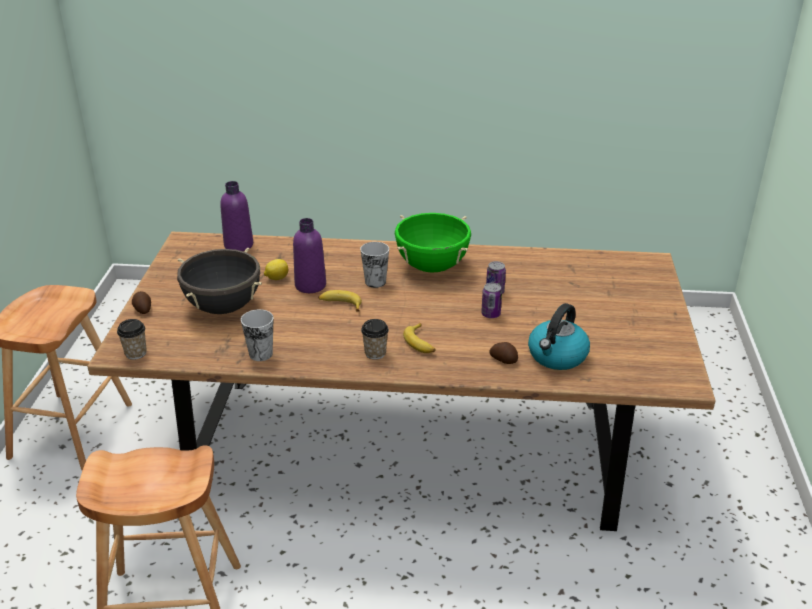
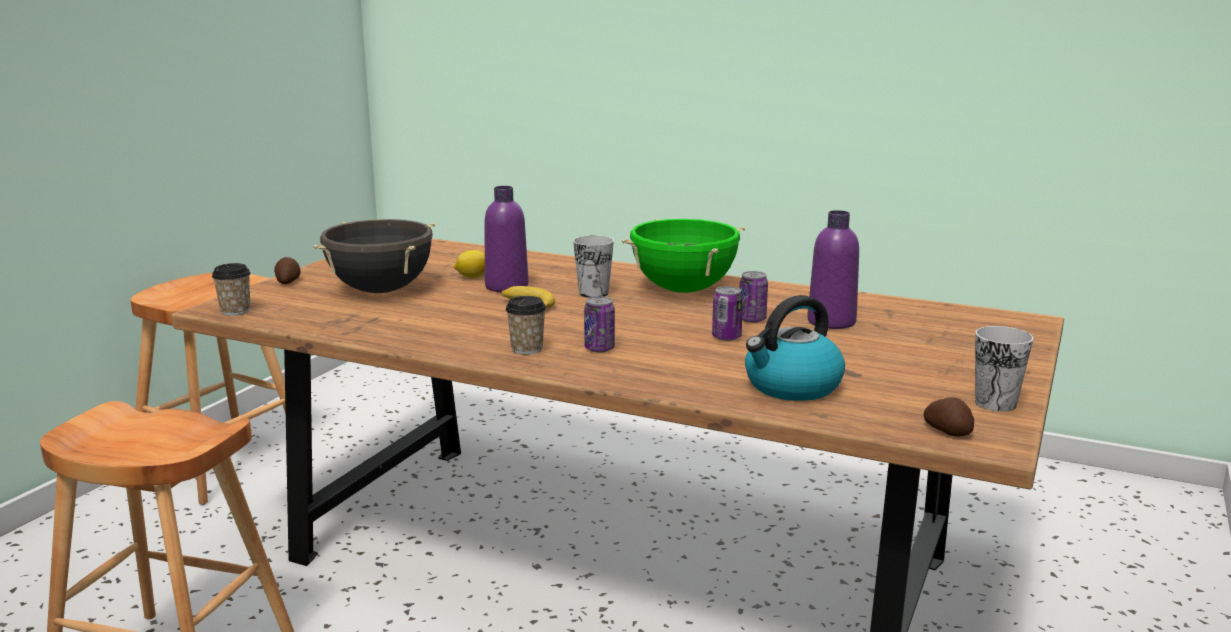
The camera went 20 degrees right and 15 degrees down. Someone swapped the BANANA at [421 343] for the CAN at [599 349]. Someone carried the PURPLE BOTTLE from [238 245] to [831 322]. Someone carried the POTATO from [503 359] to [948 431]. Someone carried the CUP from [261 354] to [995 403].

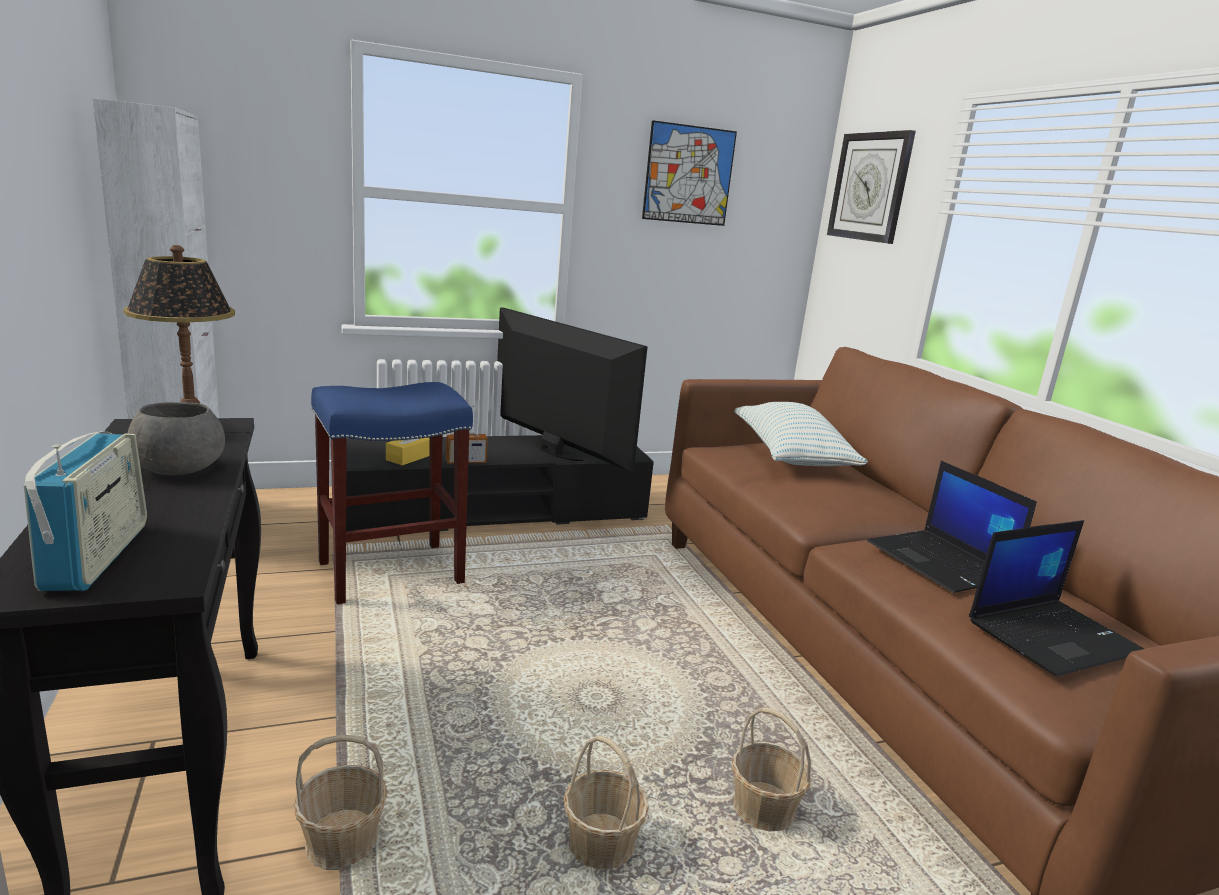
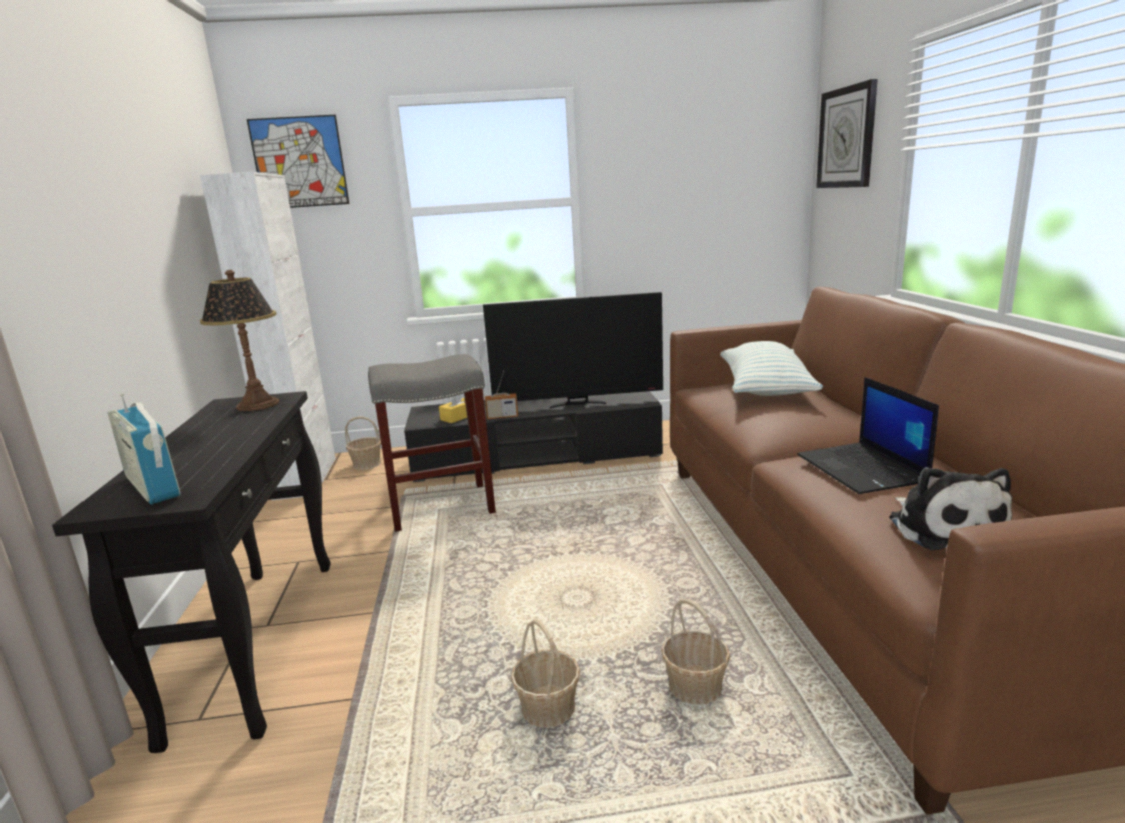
The camera went 15 degrees right and 0 degrees up. Someone rotated the RADIO at [97 556] by 135 degrees clockwise. Someone carried the PICTURE from [688 175] to [299 162]. Someone carried the BASKET from [343 841] to [367 464]. Someone repainted the BLUE STOOL at [392 571], which became the GREY STOOL at [443 506]. Someone rotated the TELEVISION at [554 452] by 120 degrees clockwise. Someone swapped the LAPTOP at [1053 636] for the PLUSH TOY at [943 527]. Someone took away the GREY BOWL at [177 468].

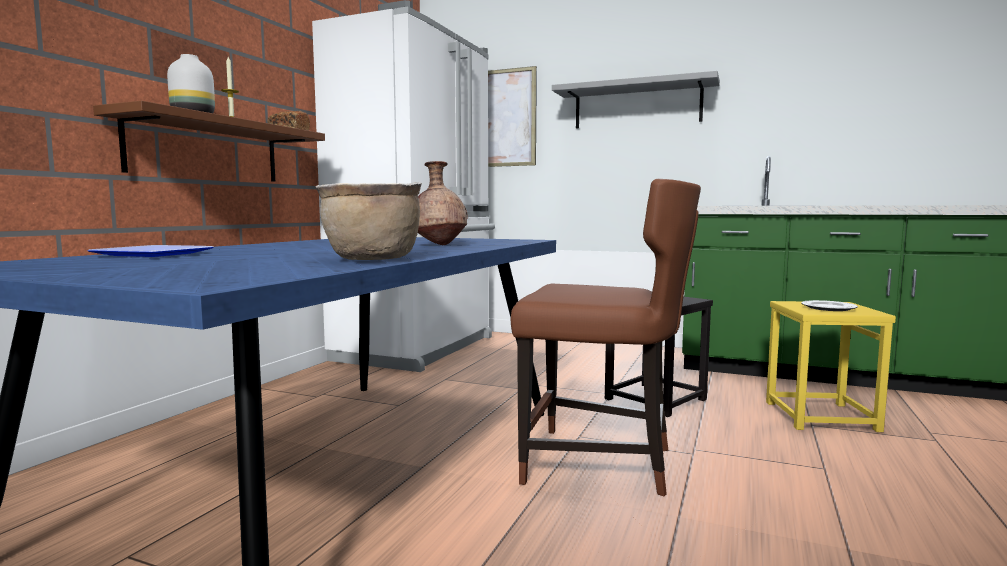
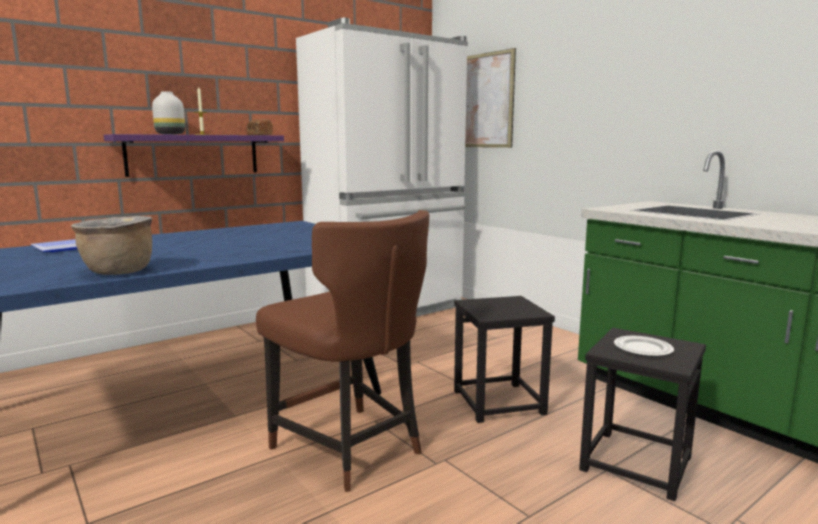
The camera went 30 degrees right and 5 degrees up. Someone repainted the BROWN SHELF at [206 150], which became the PURPLE SHELF at [193 155]. Someone repainted the YELLOW STOOL at [819 416], which became the BLACK STOOL at [635 463]. Someone took away the BROWN VASE at [440 245]. Someone took away the GREY SHELF at [637 105].

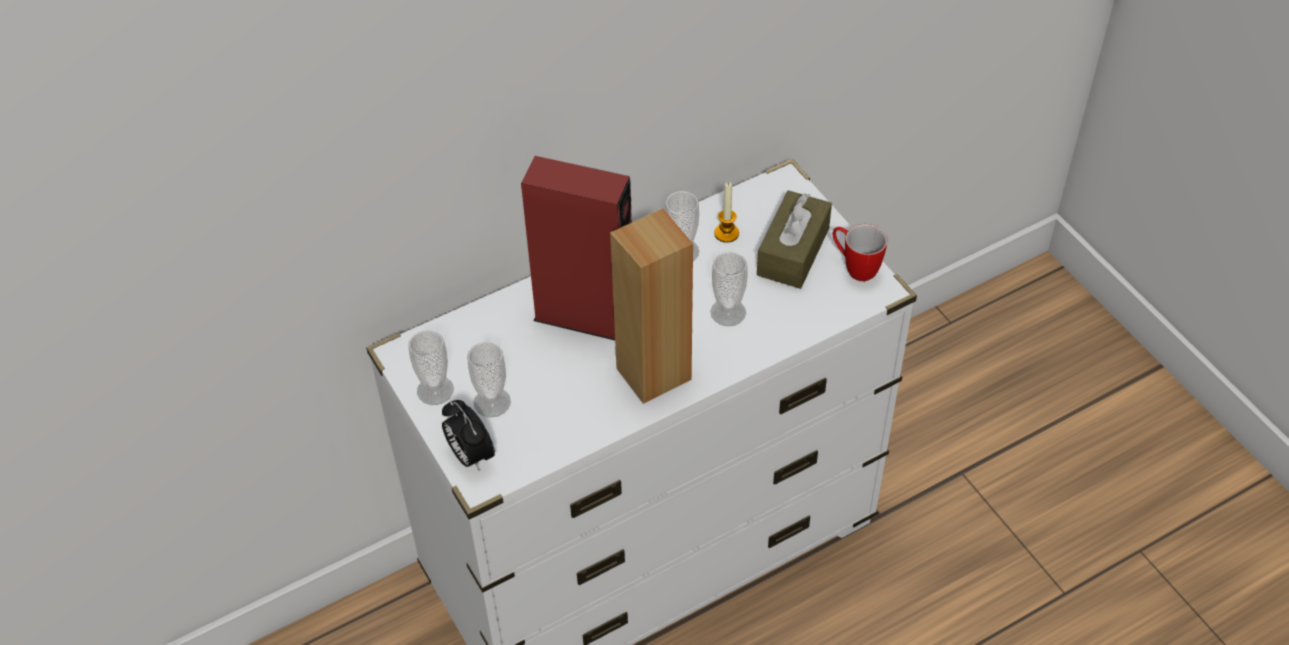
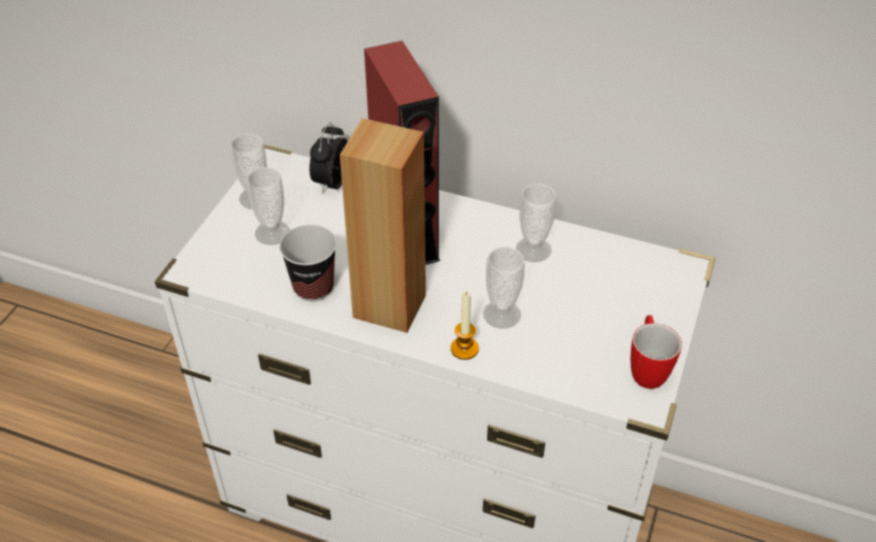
The camera went 50 degrees right and 5 degrees down. Someone put down the CUP at [313 287]. Someone carried the ALARM CLOCK from [470 455] to [331 182]. Someone carried the CANDLE from [726 233] to [464 349]. Someone took away the BROWN TISSUE BOX at [793 251].

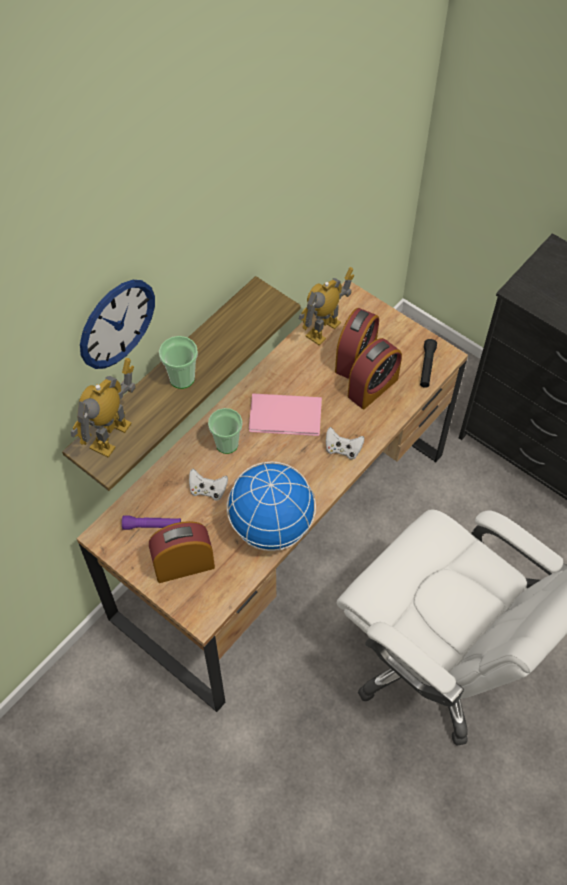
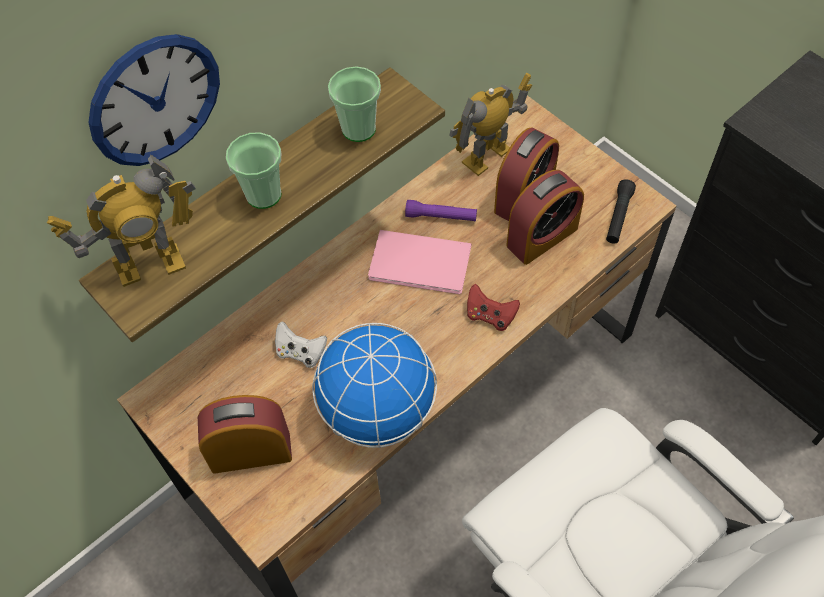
The camera went 10 degrees right and 0 degrees up. Someone rotated the TOY ROBOT at [112 436] by 150 degrees counterclockwise. Someone carried the CUP from [227 444] to [359 129]. Someone carried the PURPLE FLASHLIGHT from [152 526] to [441 216]. Someone repainted the WHITE GAME CONTROLLER at [343 449], which became the RED GAME CONTROLLER at [490 316].

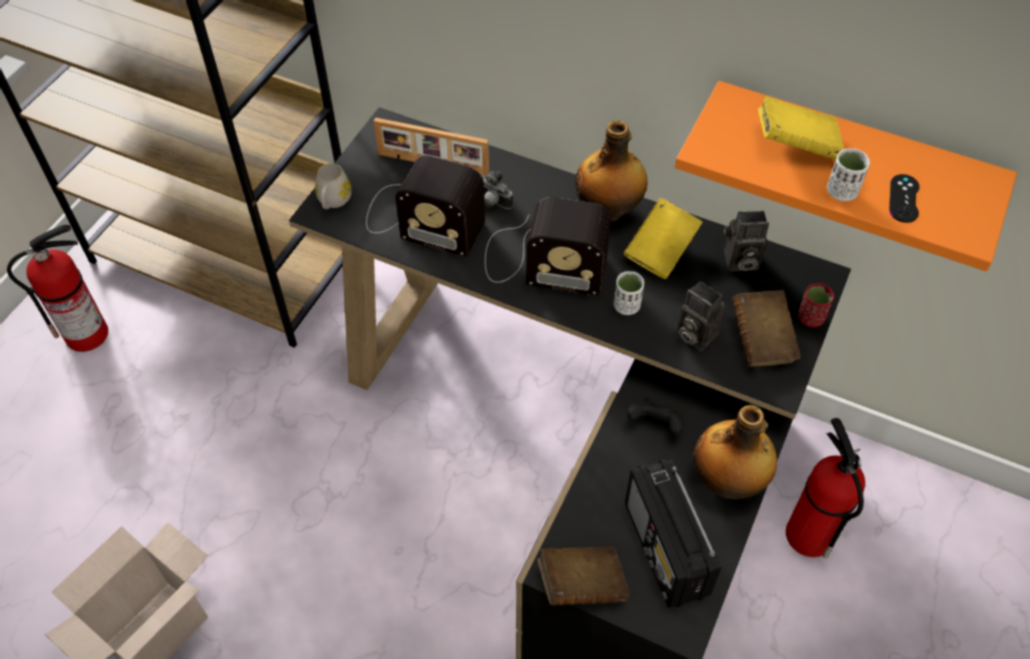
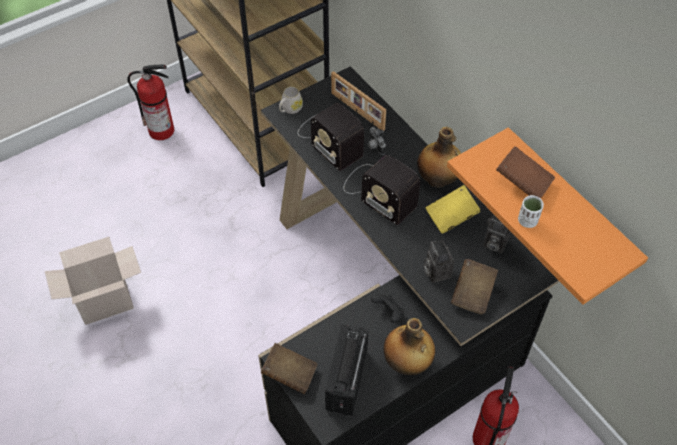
The camera went 30 degrees right and 0 degrees up. Someone repainted the YELLOW BOOK at [795 145], which became the BROWN BOOK at [522 183]. Someone took away the WHITE CUP at [626 306]. Someone took away the RED CUP at [810 318]. Someone took away the BLACK GAME CONTROLLER at [904 198].

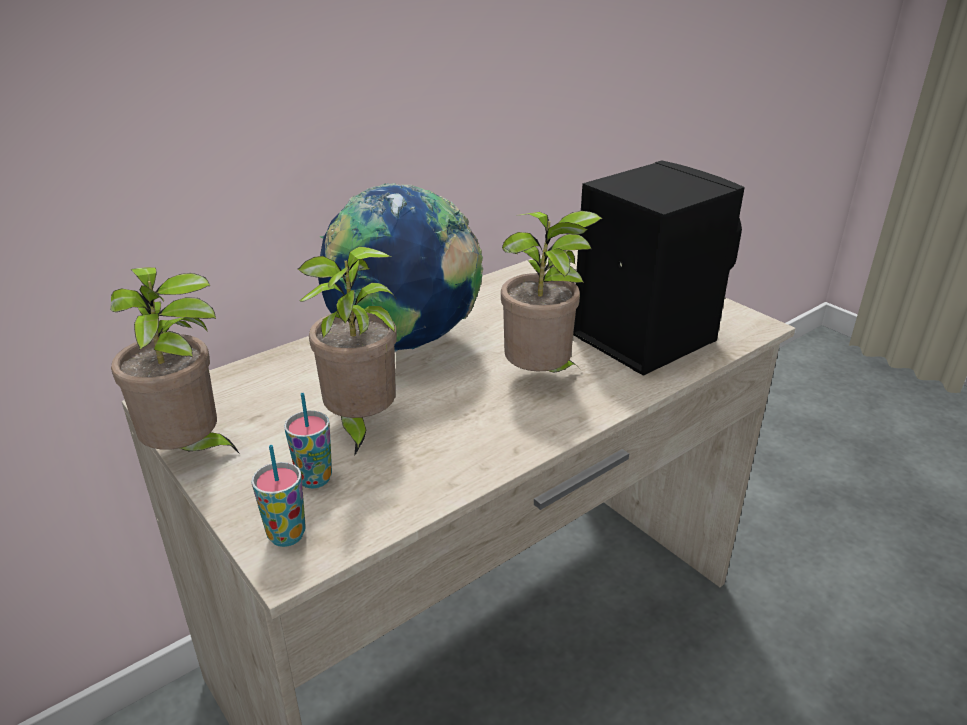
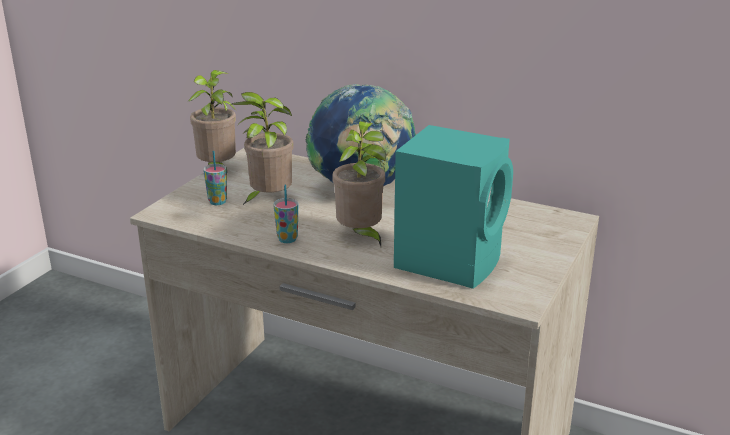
The camera went 65 degrees right and 5 degrees down. Someone carried the CUP from [286 535] to [287 239]. Someone repainted the BLACK SPEAKER at [641 336], which became the TURQUOISE SPEAKER at [450 260].

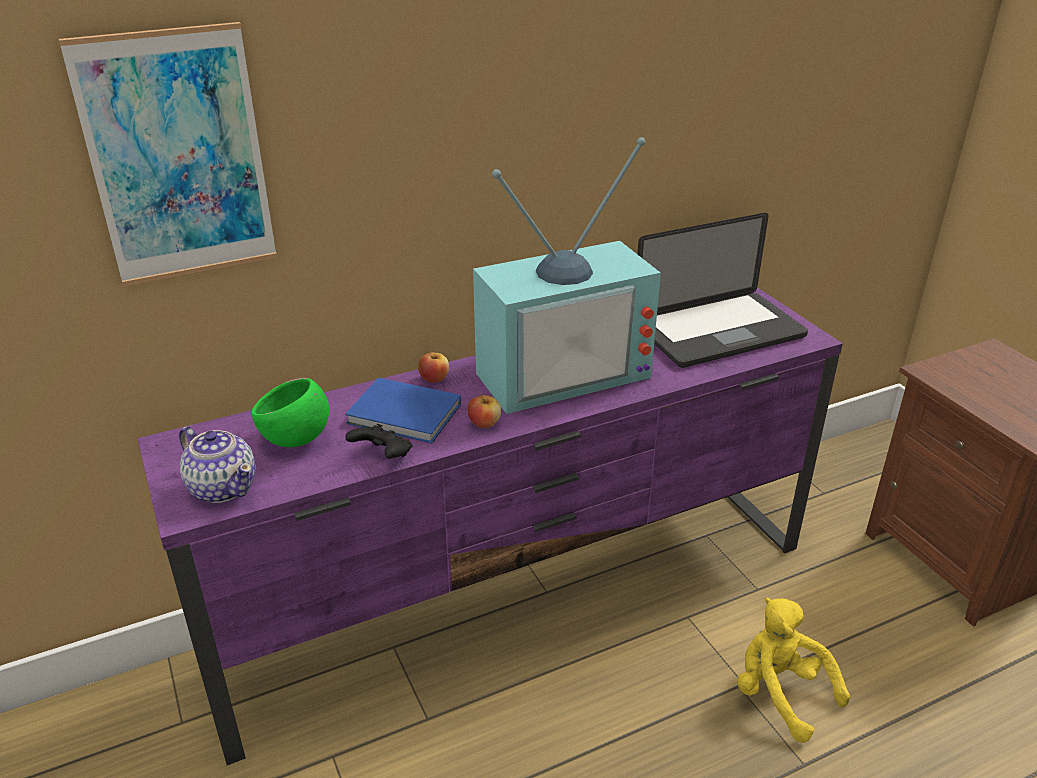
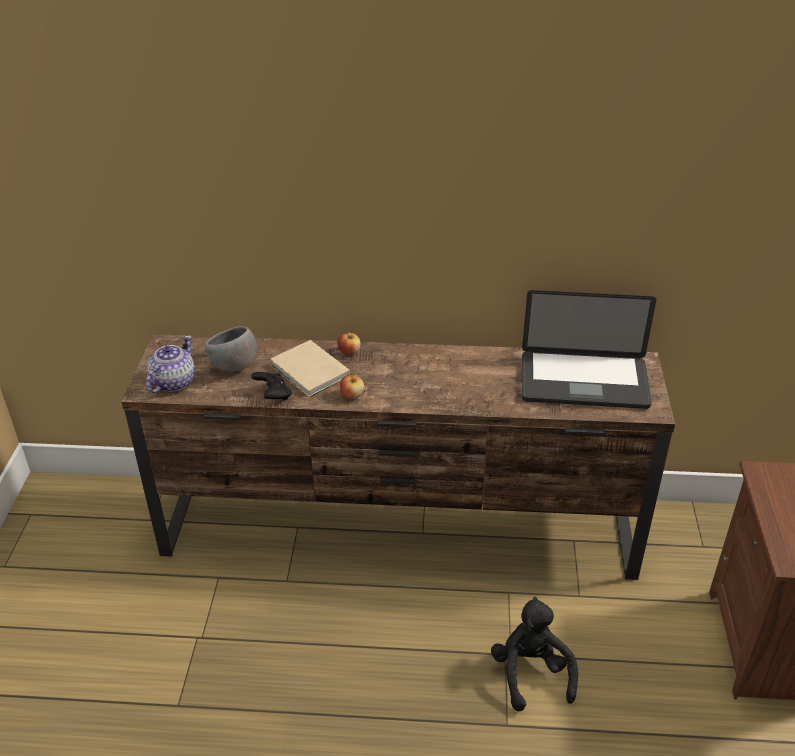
The camera went 30 degrees right and 5 degrees up. Someone repainted the PURPLE TV STAND at [520 599], which became the BROWN TV STAND at [400 530]. Someone rotated the TEAPOT at [223 487] by 135 degrees counterclockwise. Someone repainted the GREEN BOWL at [296 440], which became the GREY BOWL at [234 366]. Someone repainted the BLUE BOOK at [406 415], which became the BEIGE BOOK at [310 372]. Someone repainted the YELLOW PLUSH TOY at [780 693], which became the BLACK PLUSH TOY at [531 673]. Someone took away the PICTURE at [178 158]. Someone took away the TELEVISION at [561 370].

